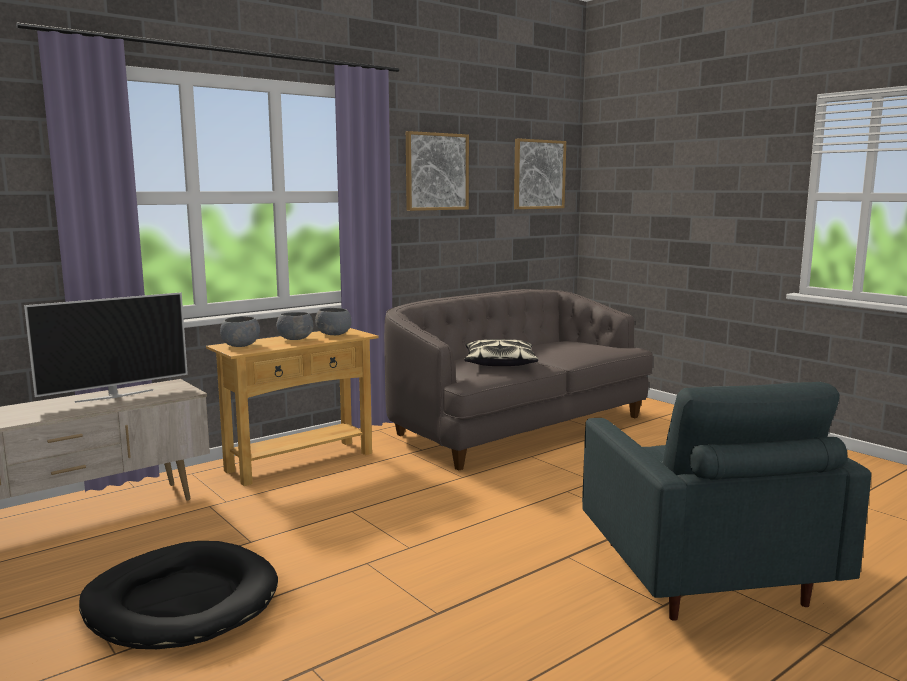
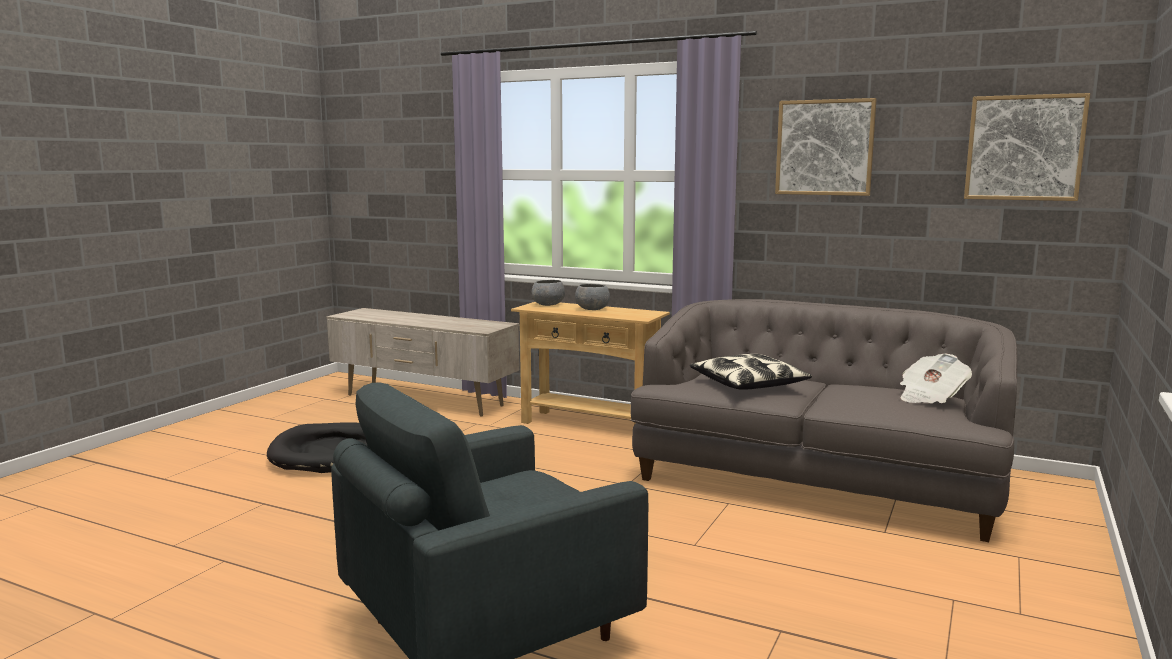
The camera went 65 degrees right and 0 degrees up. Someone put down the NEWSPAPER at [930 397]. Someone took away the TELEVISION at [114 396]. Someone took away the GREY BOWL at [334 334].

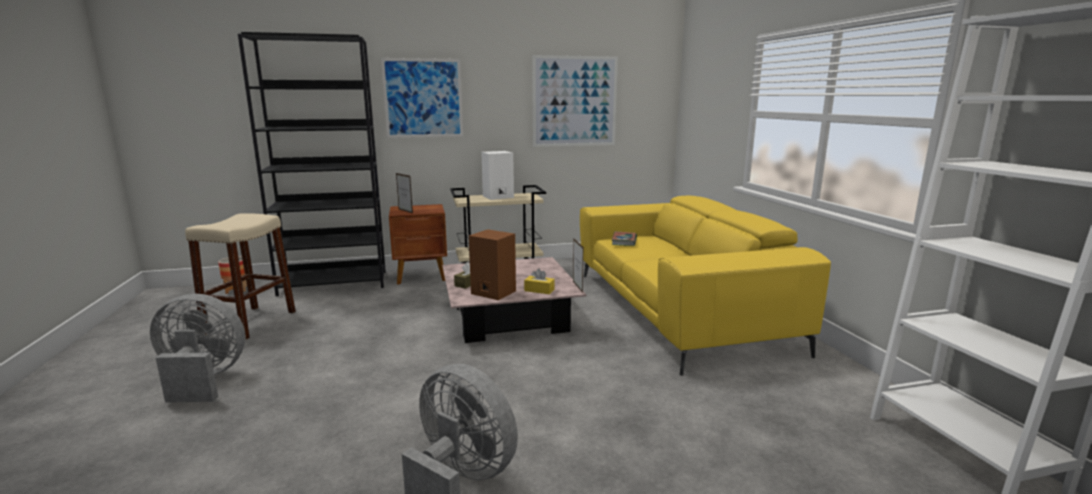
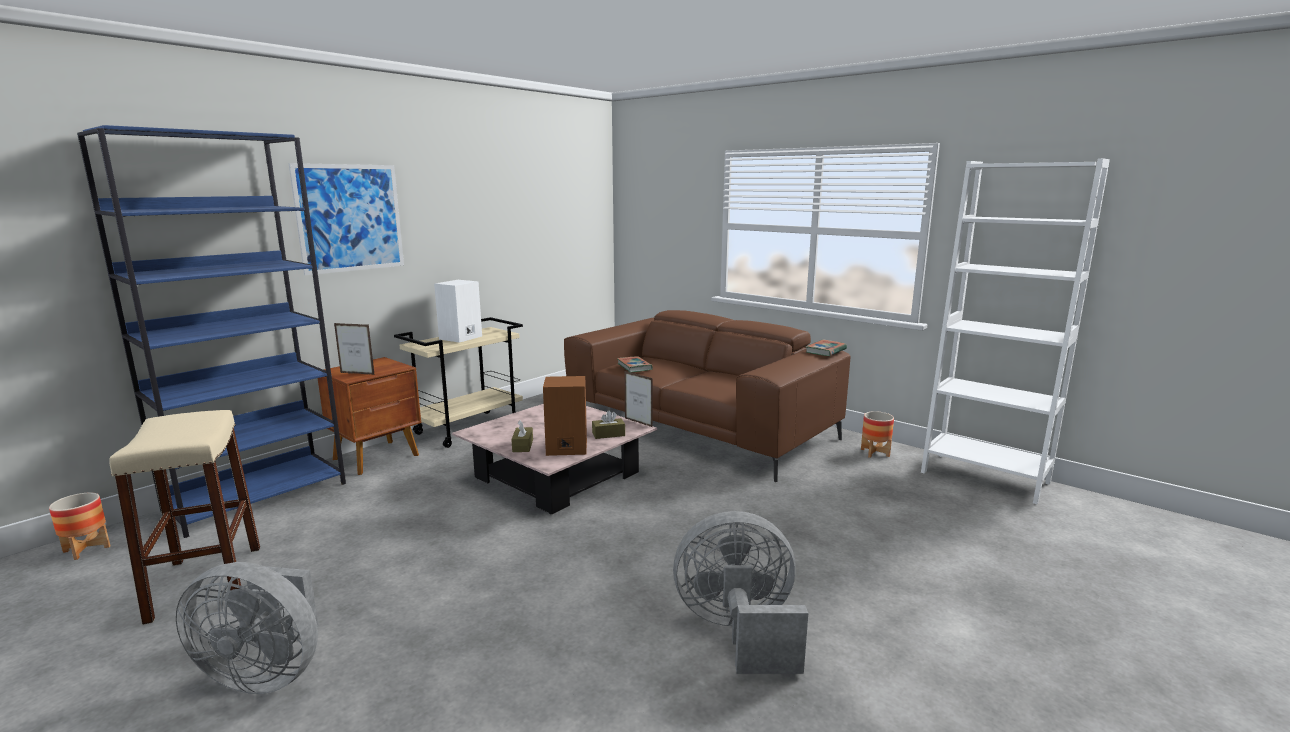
The camera went 35 degrees left and 0 degrees up. Someone repainted the BLACK BOOKCASE at [335 283], which became the BLUE BOOKCASE at [258 496]. Someone rotated the GREY FAN at [202 380] by 135 degrees counterclockwise. Someone repainted the YELLOW SOFA at [676 310], which became the BROWN SOFA at [698 427]. Someone repainted the YELLOW TISSUE BOX at [539 290], which became the BROWN TISSUE BOX at [608 434]. Someone put down the BOOK at [825 351]. Someone put down the PLANTER at [875 453]. Someone took away the PICTURE at [575 101].

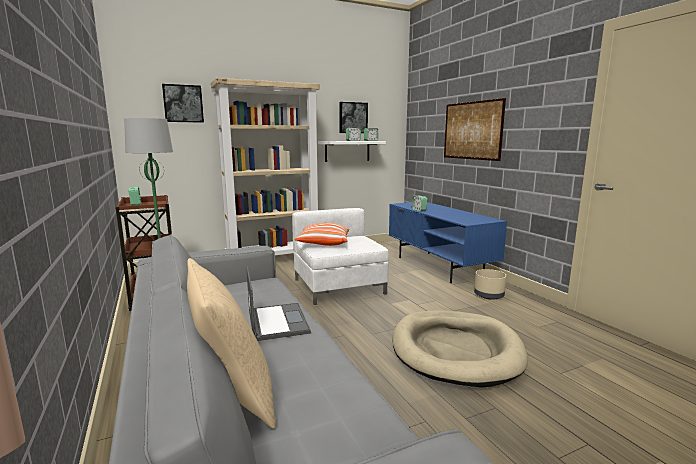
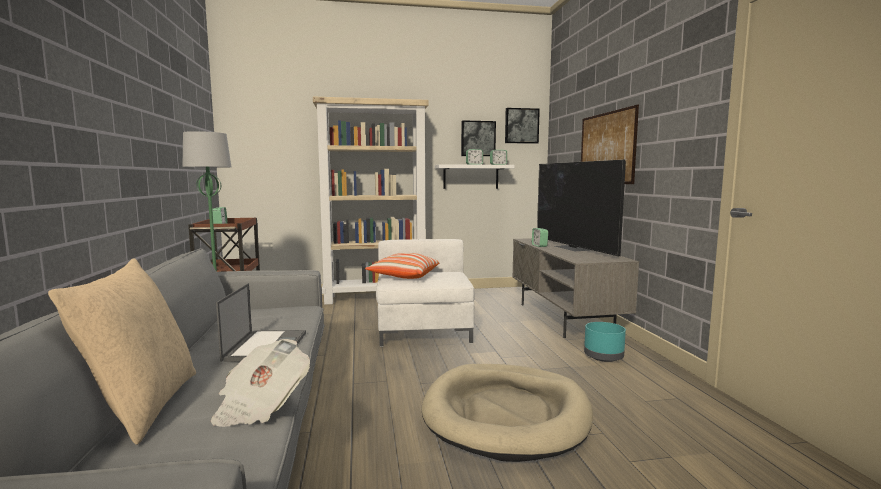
The camera went 15 degrees right and 5 degrees down. Someone put down the NEWSPAPER at [261 405]. Someone carried the PICTURE from [183 103] to [521 126]. Someone repainted the BLUE TV STAND at [439 266], which became the GREY TV STAND at [564 318]. Someone put down the TELEVISION at [573 248]. Someone repainted the BEIGE PLANTER at [488 295], which became the TURQUOISE PLANTER at [603 356].

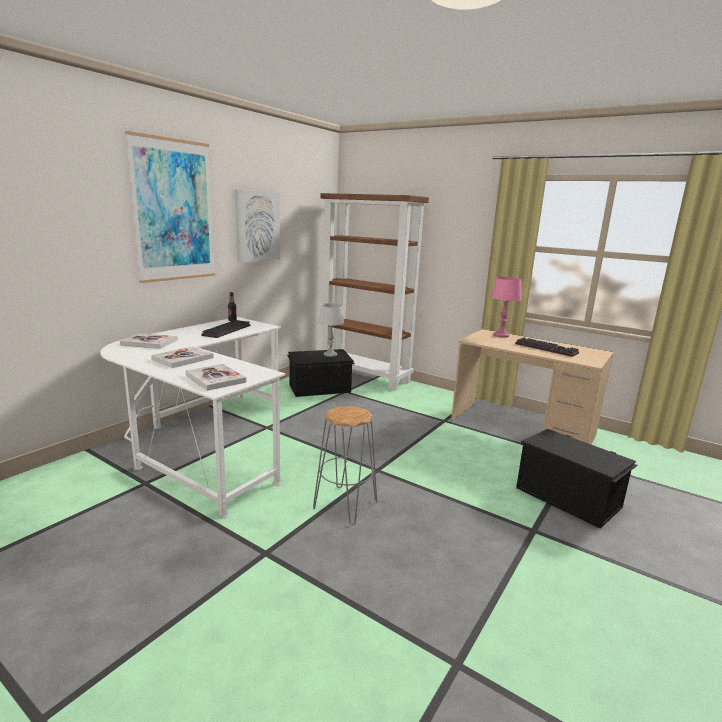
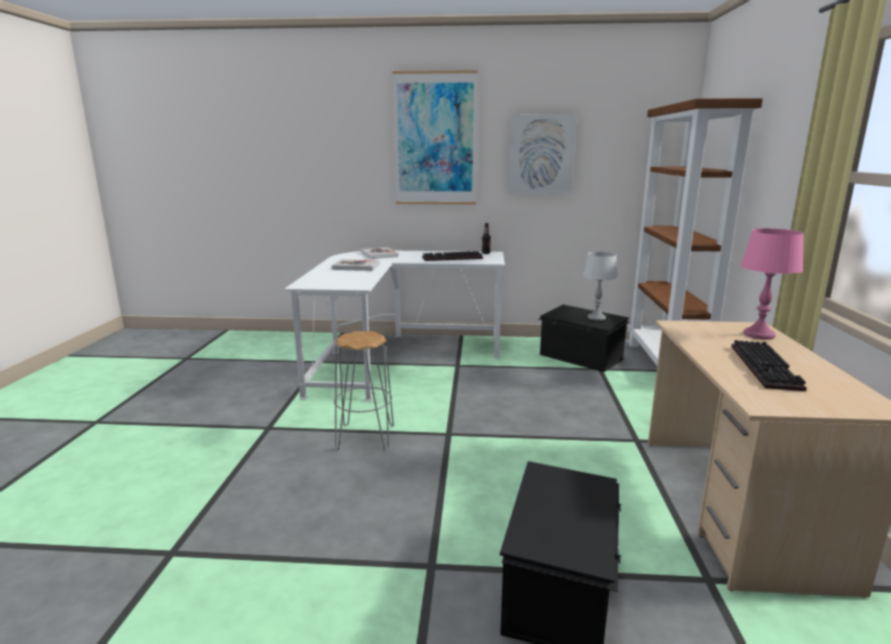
The camera went 60 degrees right and 0 degrees up. Someone took away the BOOK at [215 378].

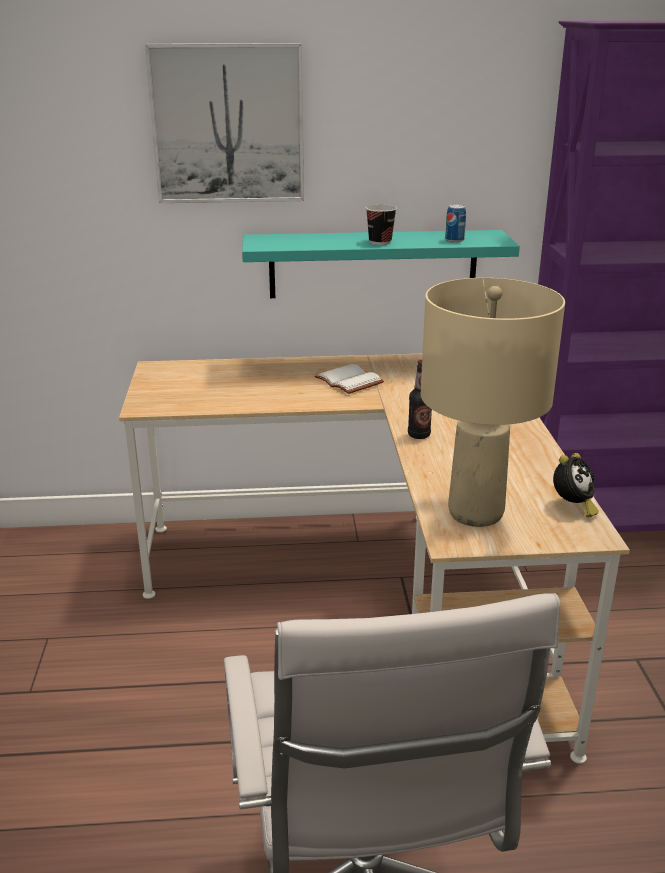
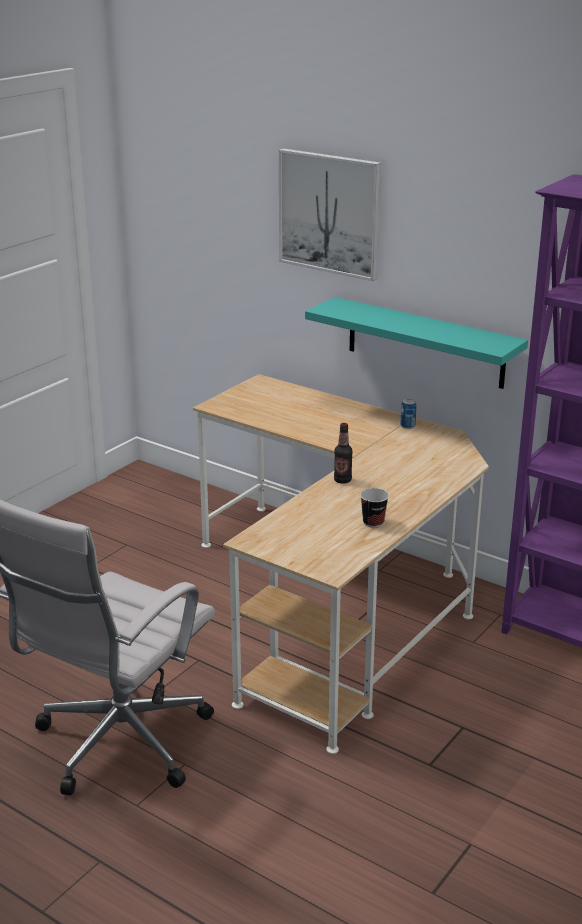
The camera went 40 degrees right and 0 degrees up. Someone carried the CUP from [380 242] to [373 522]. Someone carried the CAN from [454 240] to [407 426]. Someone took away the WHITE BOOK at [351 381]. Someone took away the BEIGE TABLE LAMP at [476 513]. Someone took away the ALARM CLOCK at [572 507].

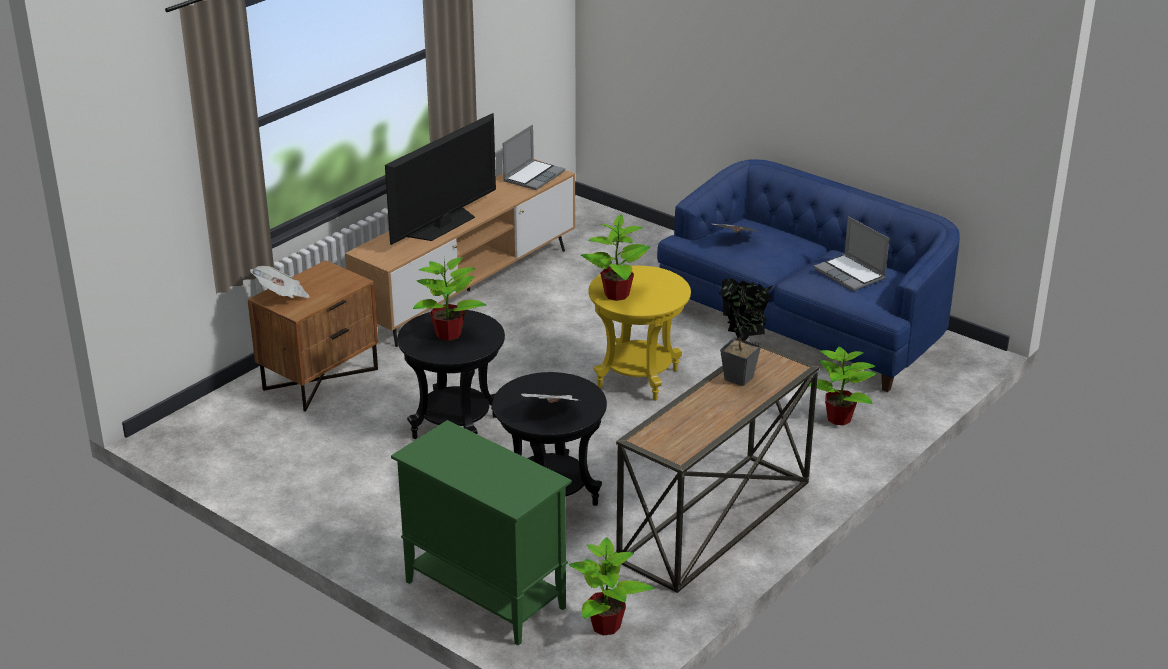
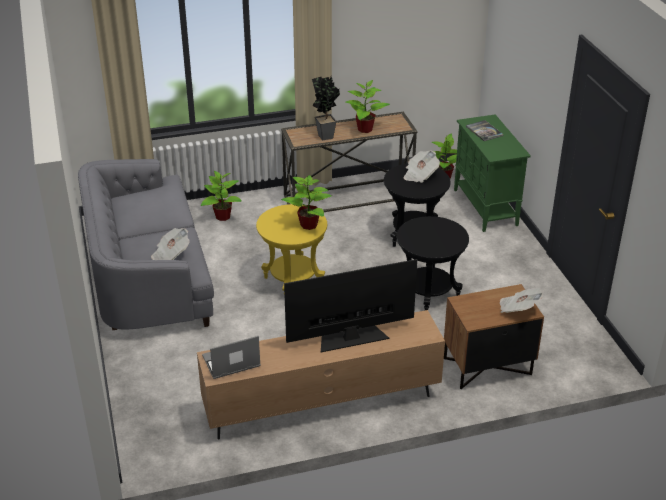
The camera went 145 degrees left and 5 degrees up. Someone repainted the BLUE SOFA at [806 323], which became the GREY SOFA at [149 276]. Someone carried the POTTED PLANT from [449 334] to [364 129]. Someone put down the BOOK at [484 131]. Someone took away the LAPTOP at [851 274].

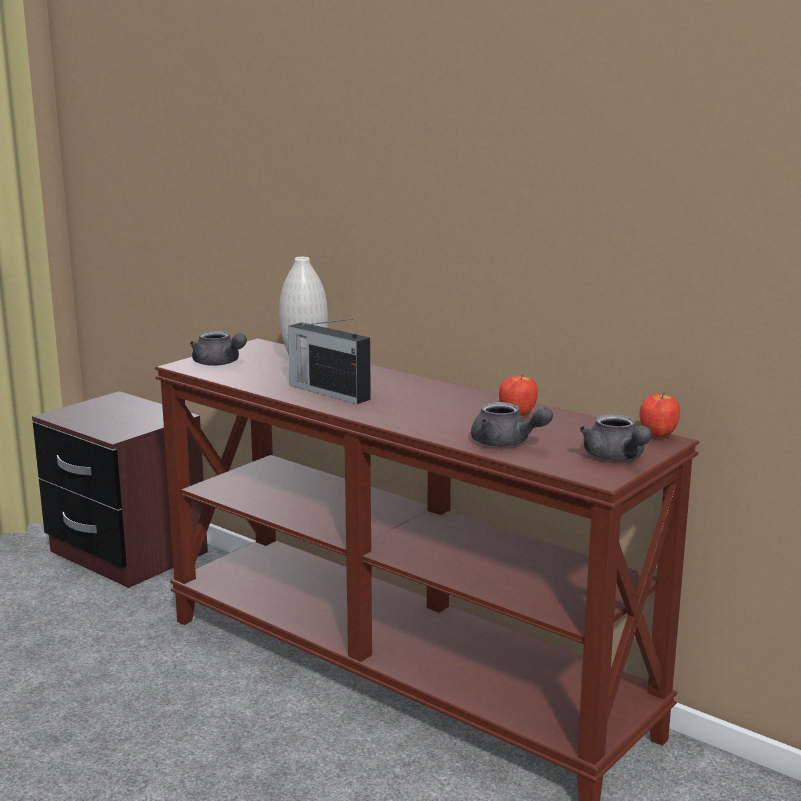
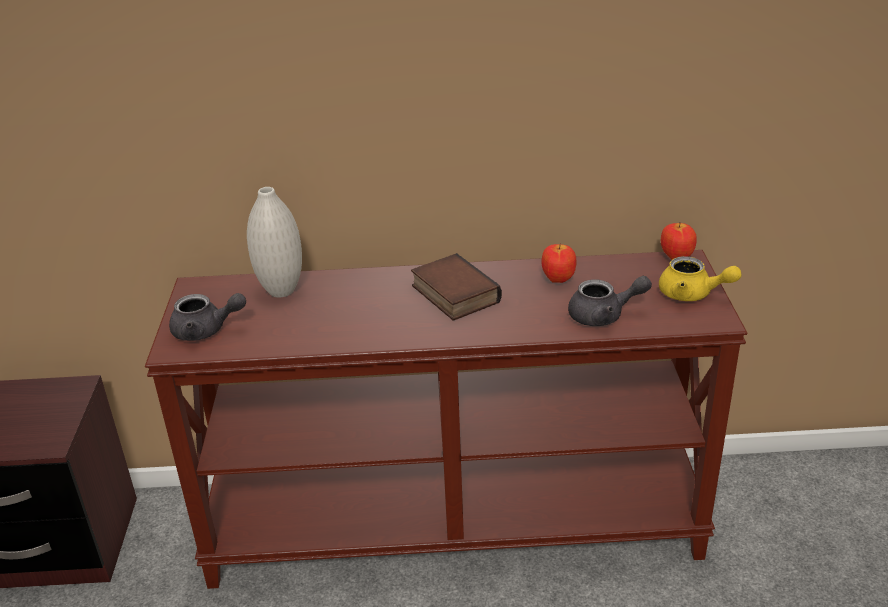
The camera went 40 degrees left and 15 degrees up. Someone put down the BOOK at [452 294]. Someone repainted the GREY TEAPOT at [616 458], which became the YELLOW TEAPOT at [692 294]. Someone took away the RADIO at [328 392].

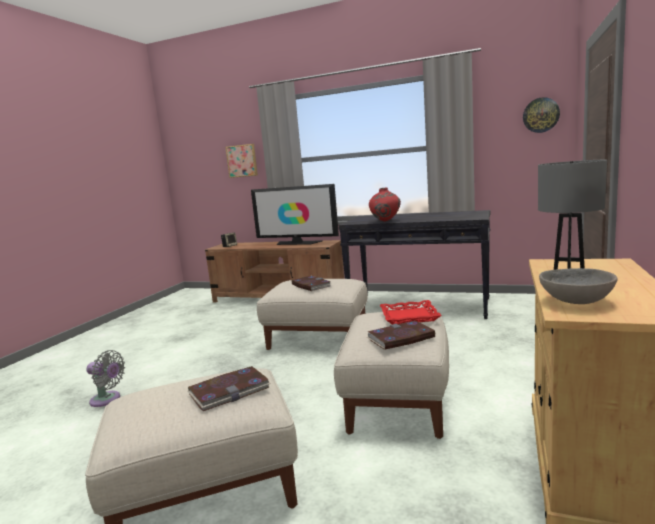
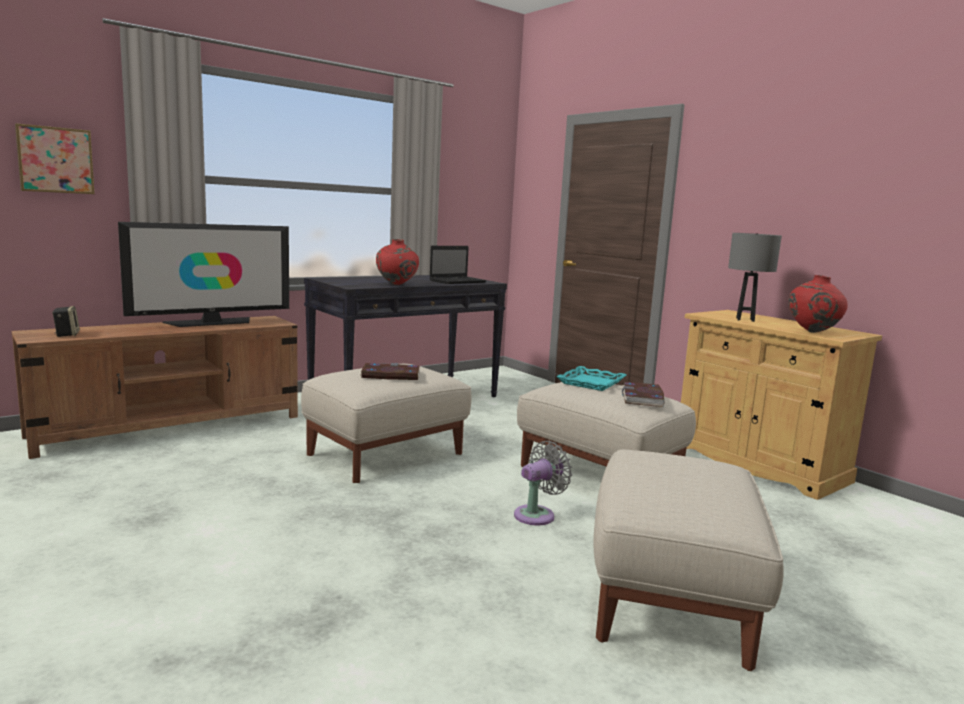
The camera went 60 degrees left and 0 degrees up. Someone put down the LAPTOP at [458 281]. Someone carried the GREY FAN from [107 399] to [537 514]. Someone repainted the RED TRAY at [409 316], which became the TURQUOISE TRAY at [591 383]. Someone swapped the GREY BOWL at [575 301] for the RED VASE at [812 332]. Someone took away the BOOK at [229 391]. Someone took away the WALL CLOCK at [541 115].

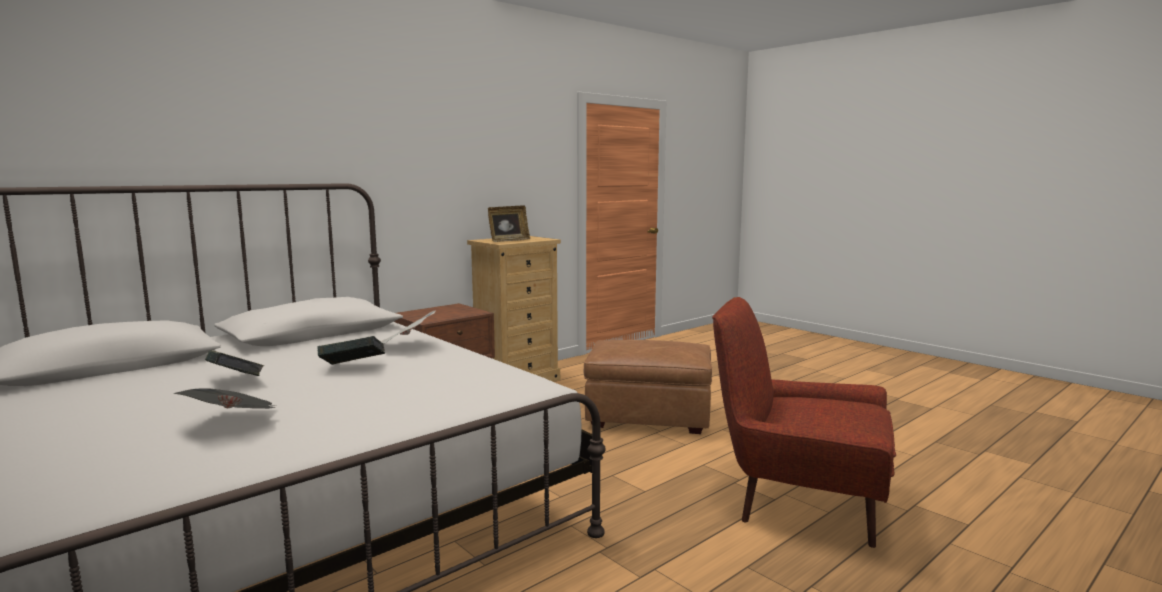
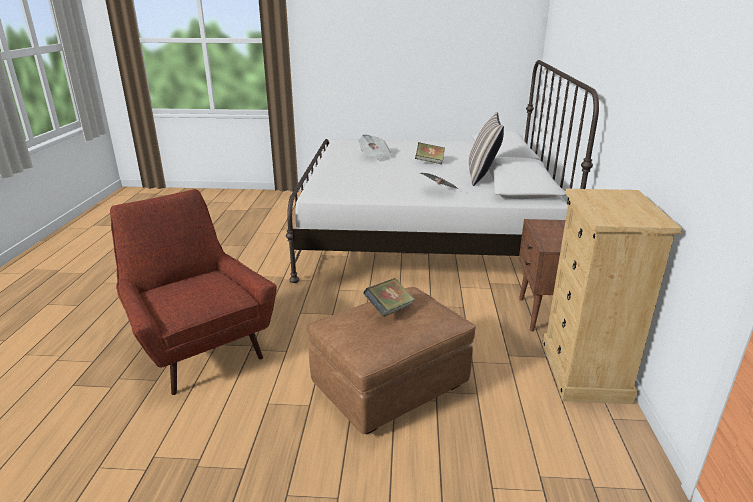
The camera went 135 degrees right and 15 degrees up. Someone rotated the RED ARMCHAIR at [798 502] by 105 degrees counterclockwise. Someone carried the BOOK from [353 368] to [389 310]. Someone put down the PILLOW at [482 176]. Someone took away the PICTURE FRAME at [508 240].

